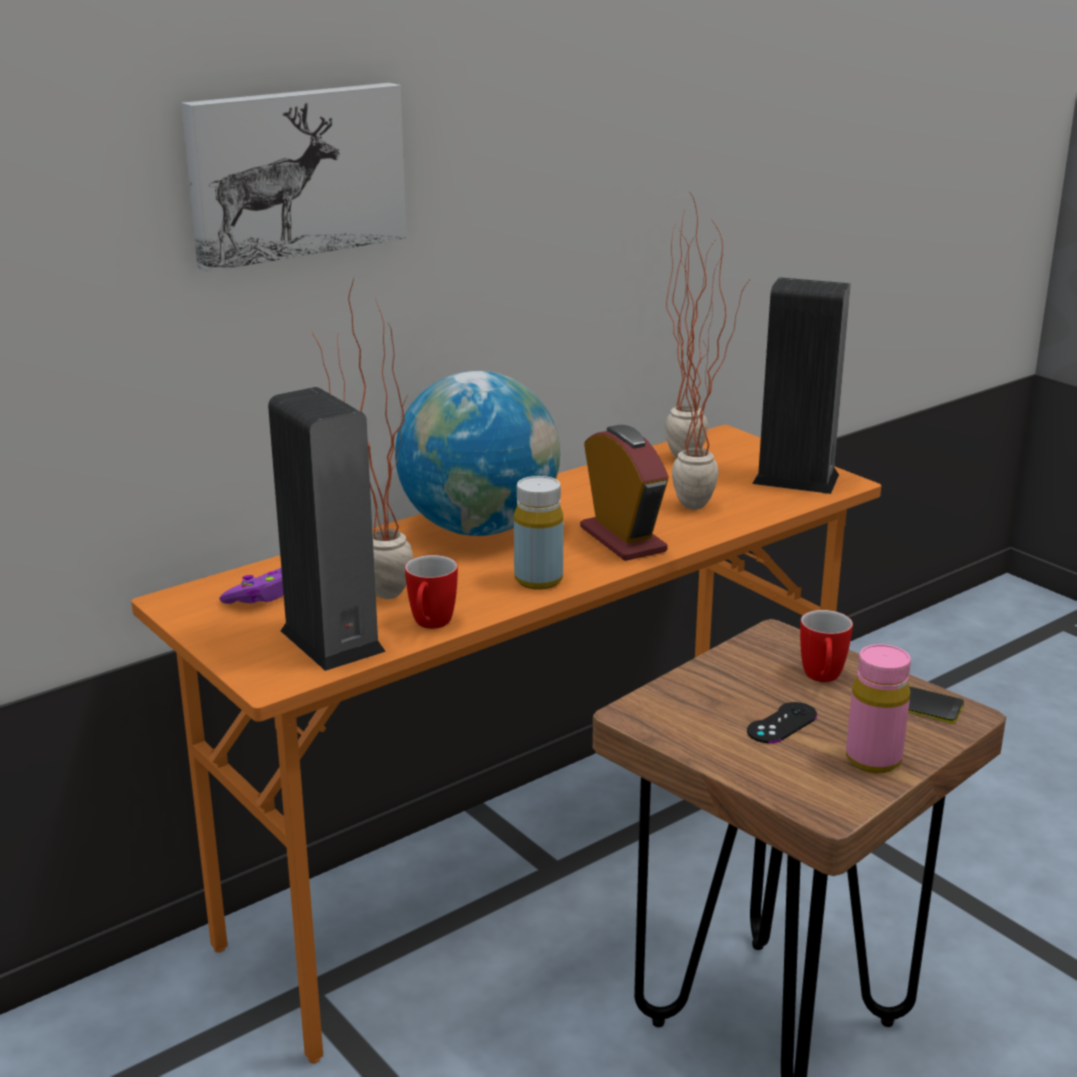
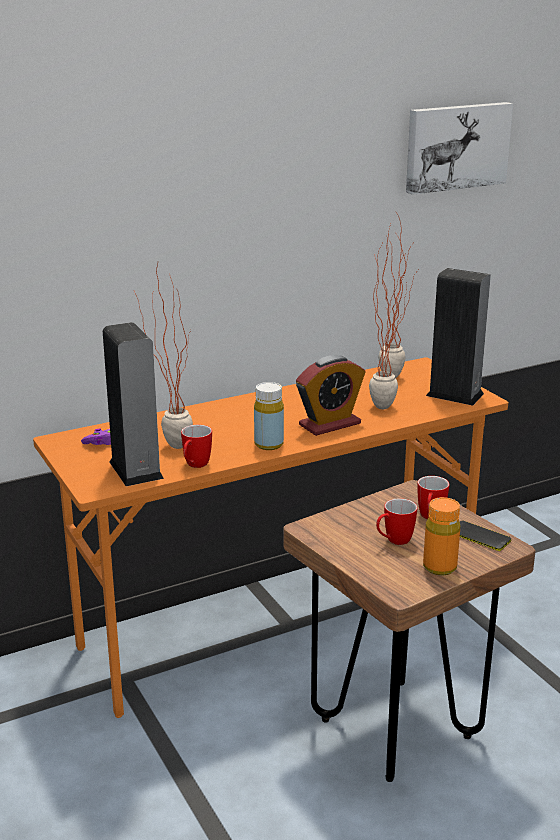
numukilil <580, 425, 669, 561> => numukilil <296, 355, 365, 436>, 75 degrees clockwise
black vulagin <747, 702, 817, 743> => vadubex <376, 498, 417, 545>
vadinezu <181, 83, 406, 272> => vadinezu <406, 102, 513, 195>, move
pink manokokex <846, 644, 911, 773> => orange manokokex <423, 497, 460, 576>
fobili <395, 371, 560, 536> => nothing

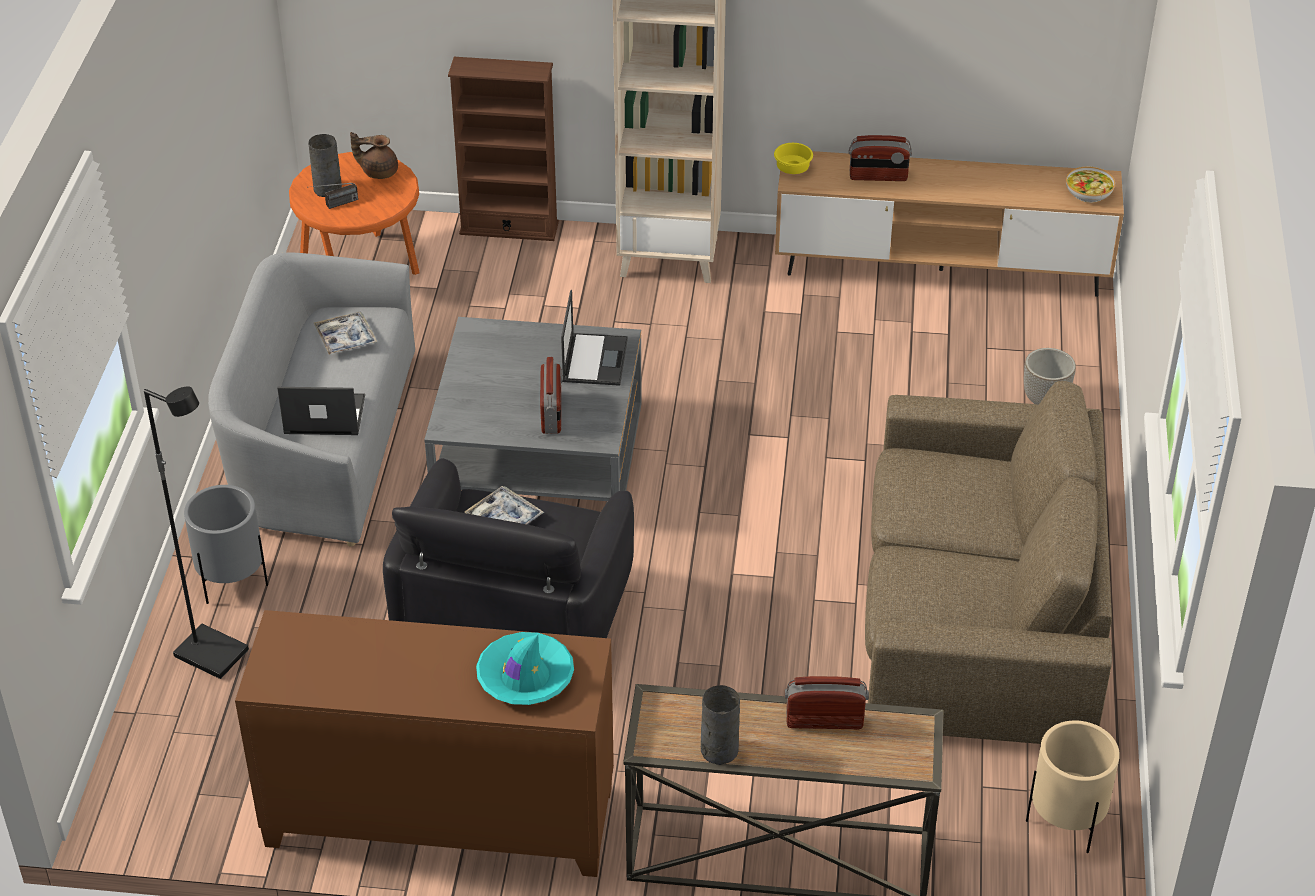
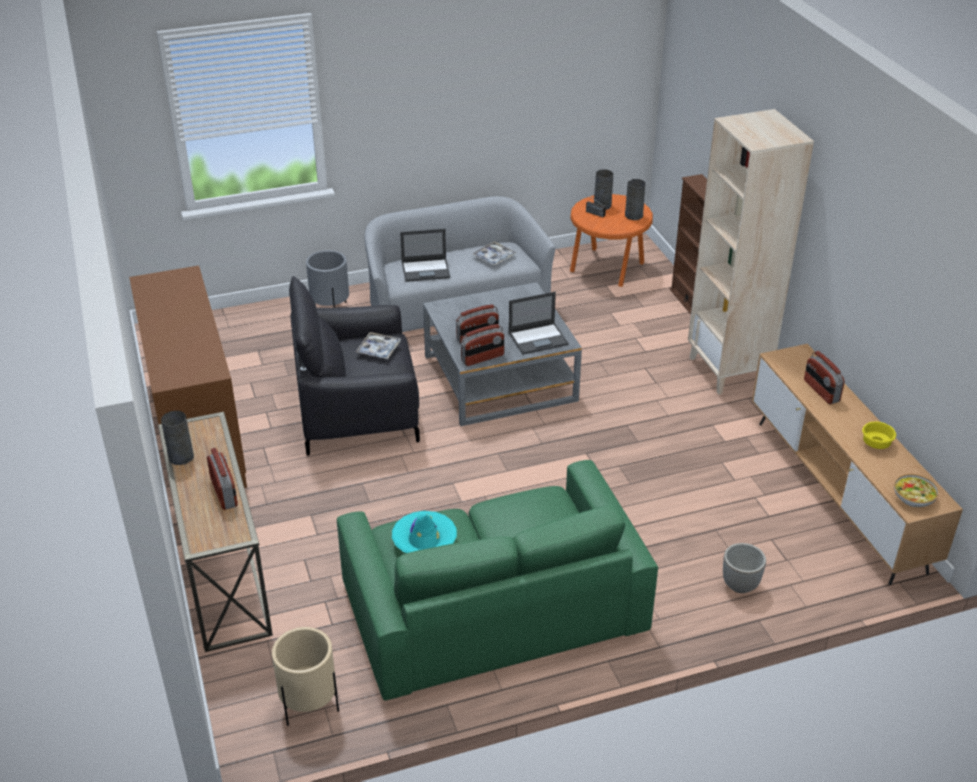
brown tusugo <865, 381, 1112, 744> => green tusugo <337, 460, 658, 701>
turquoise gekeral <476, 632, 574, 705> => turquoise gekeral <392, 511, 457, 553>, move
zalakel <277, 387, 365, 435> => zalakel <400, 229, 450, 282>, 105 degrees clockwise
nothing => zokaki <461, 324, 505, 366>
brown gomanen <350, 132, 398, 179> => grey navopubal <625, 179, 645, 220>
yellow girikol <774, 143, 813, 174> => yellow girikol <862, 422, 896, 449>, move
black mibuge <144, 386, 249, 679> => nothing

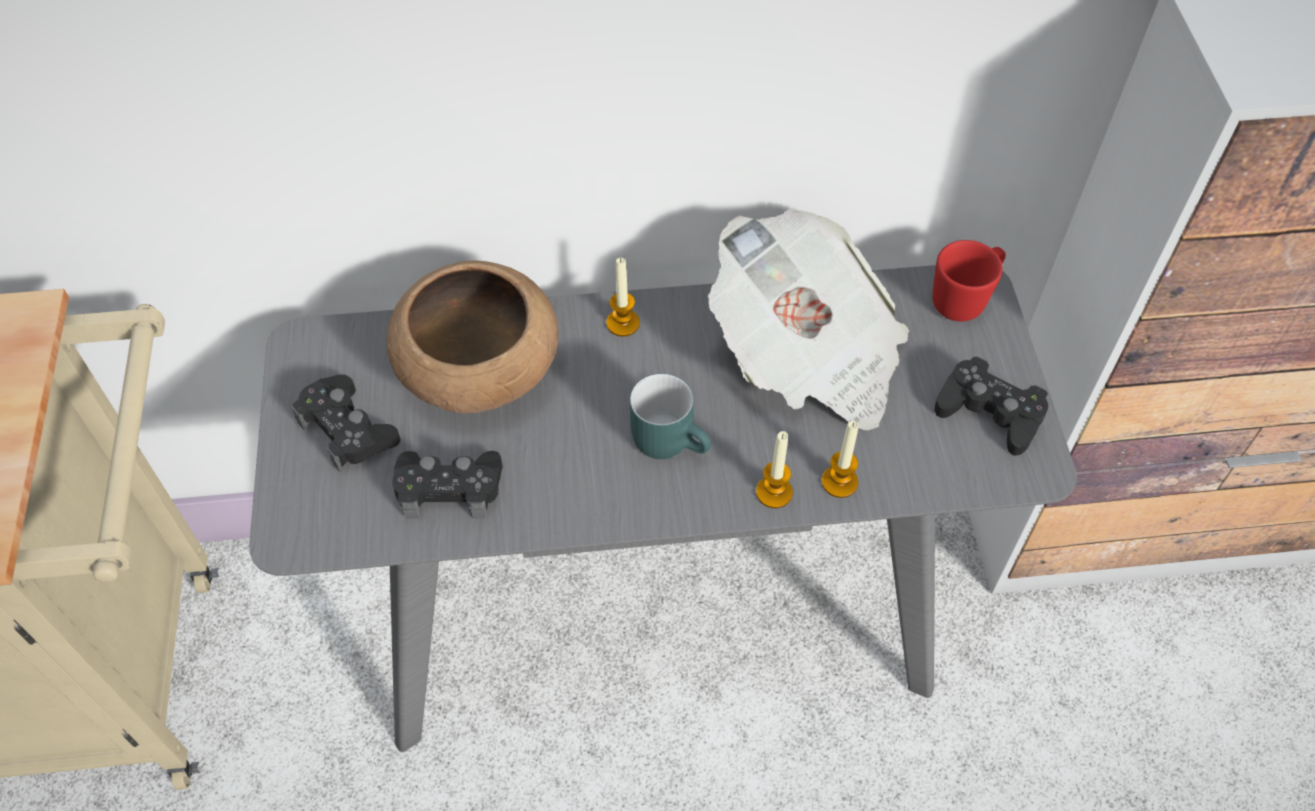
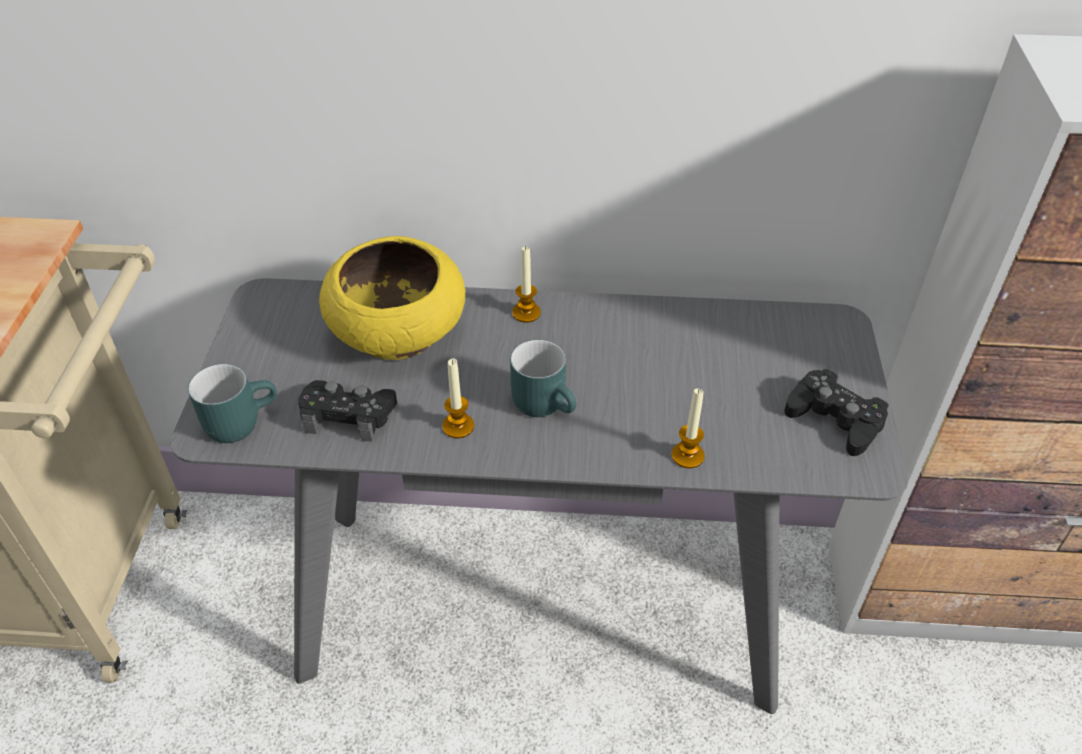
nothing => turquoise vadubex <188, 364, 277, 443>
brown girikol <387, 260, 559, 413> => yellow girikol <319, 236, 465, 360>
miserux <756, 431, 793, 508> => miserux <442, 358, 474, 438>, move
black vulagin <292, 375, 400, 472> => nothing
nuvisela <708, 210, 909, 431> => nothing
red vadubex <932, 240, 1006, 322> => nothing

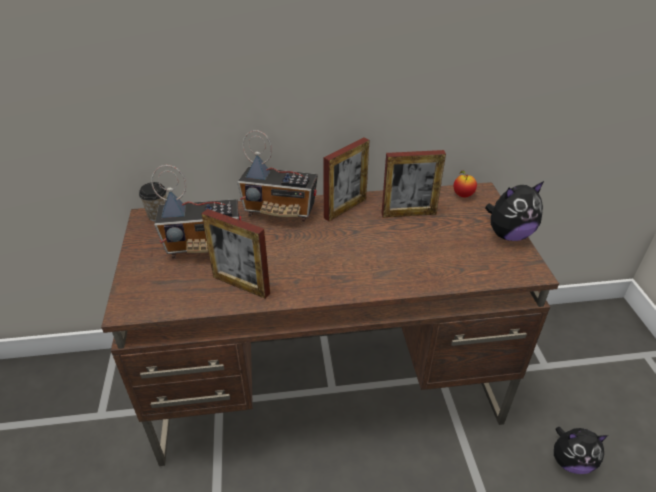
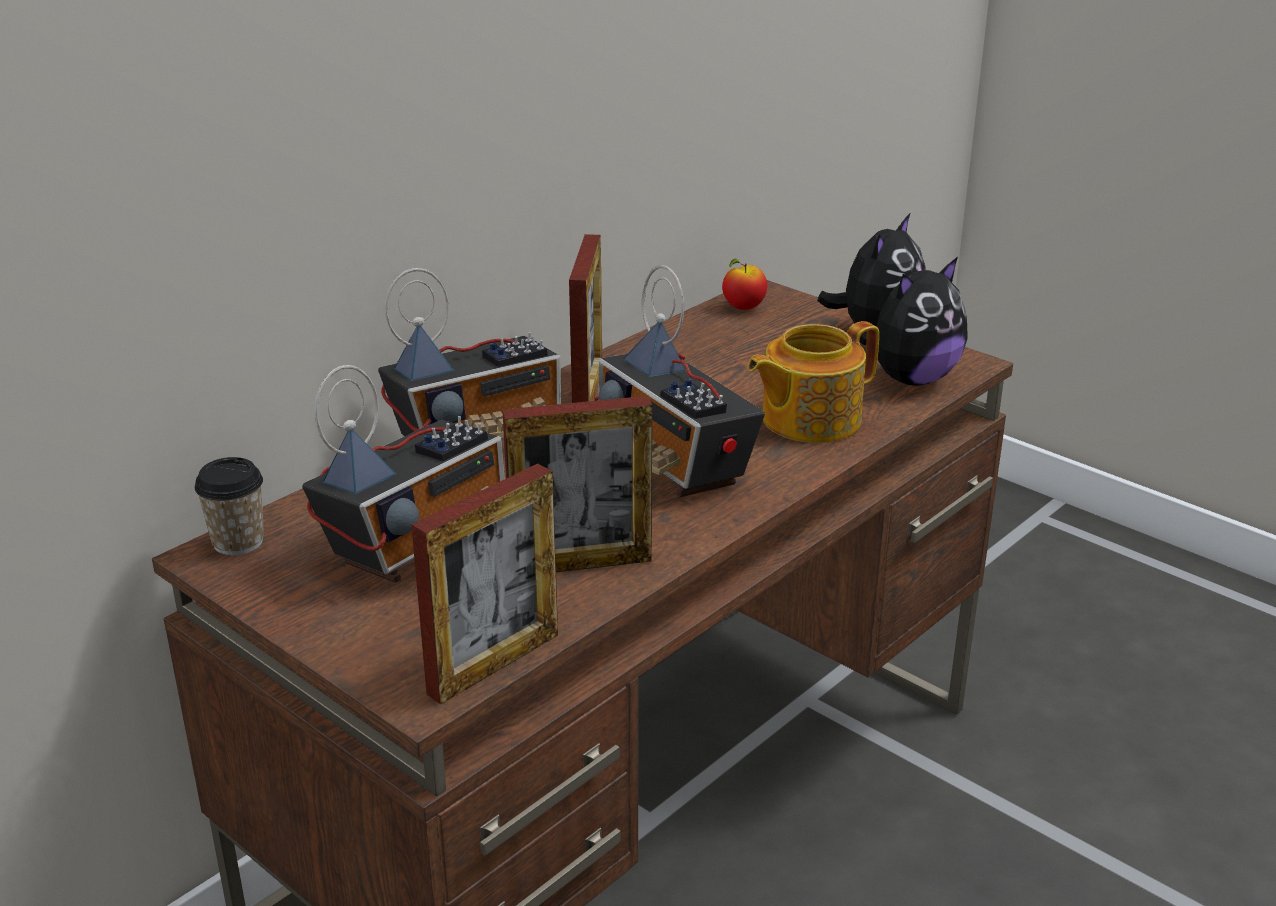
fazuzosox <382, 150, 446, 218> => fazuzosox <411, 464, 558, 704>, move
nothing => zokaki <594, 265, 765, 497>
nothing => gomanen <747, 321, 879, 443>
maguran <554, 427, 608, 474> => maguran <859, 257, 968, 386>, move

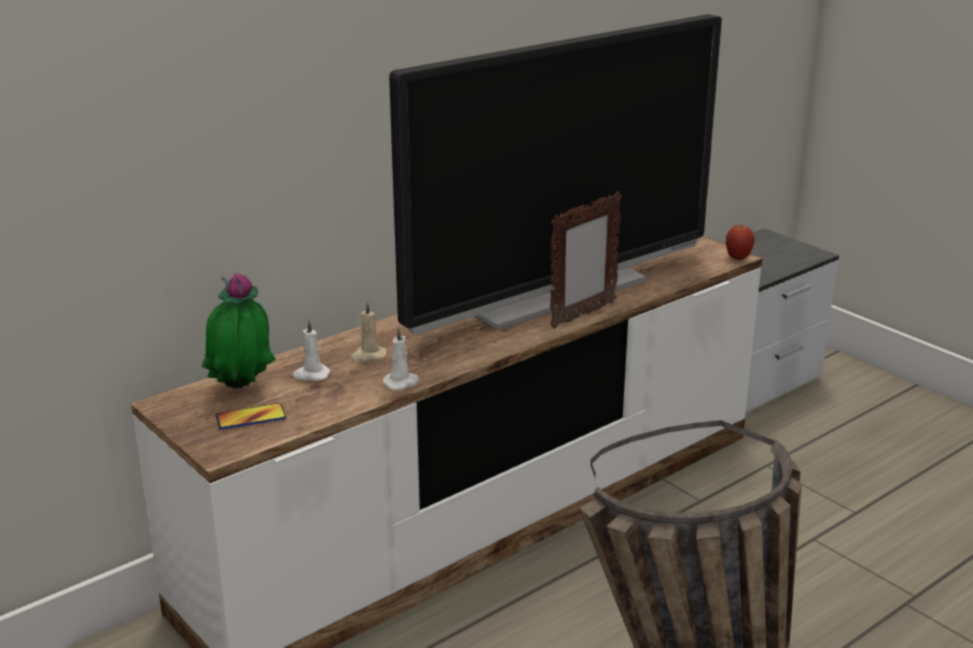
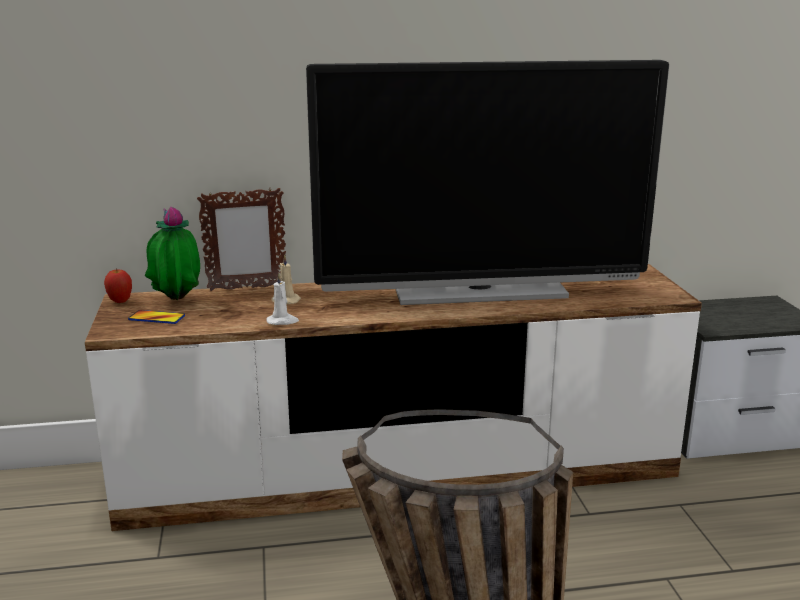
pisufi <726, 225, 755, 260> => pisufi <104, 268, 132, 303>, move
fazuzosox <550, 191, 622, 329> => fazuzosox <197, 188, 286, 291>, move
white miserux <292, 320, 330, 381> => nothing

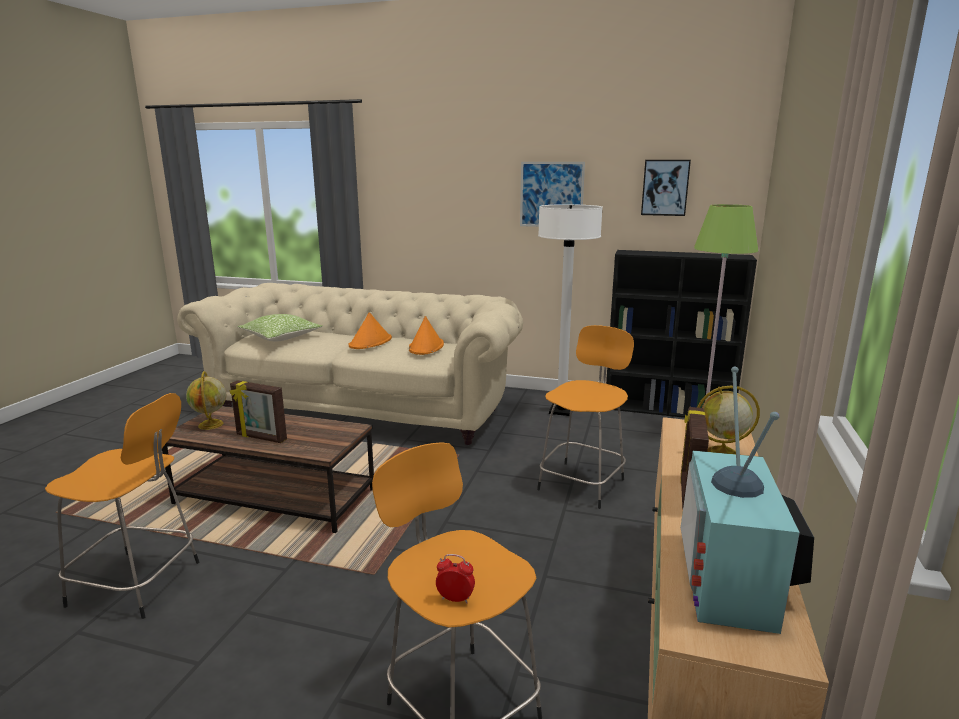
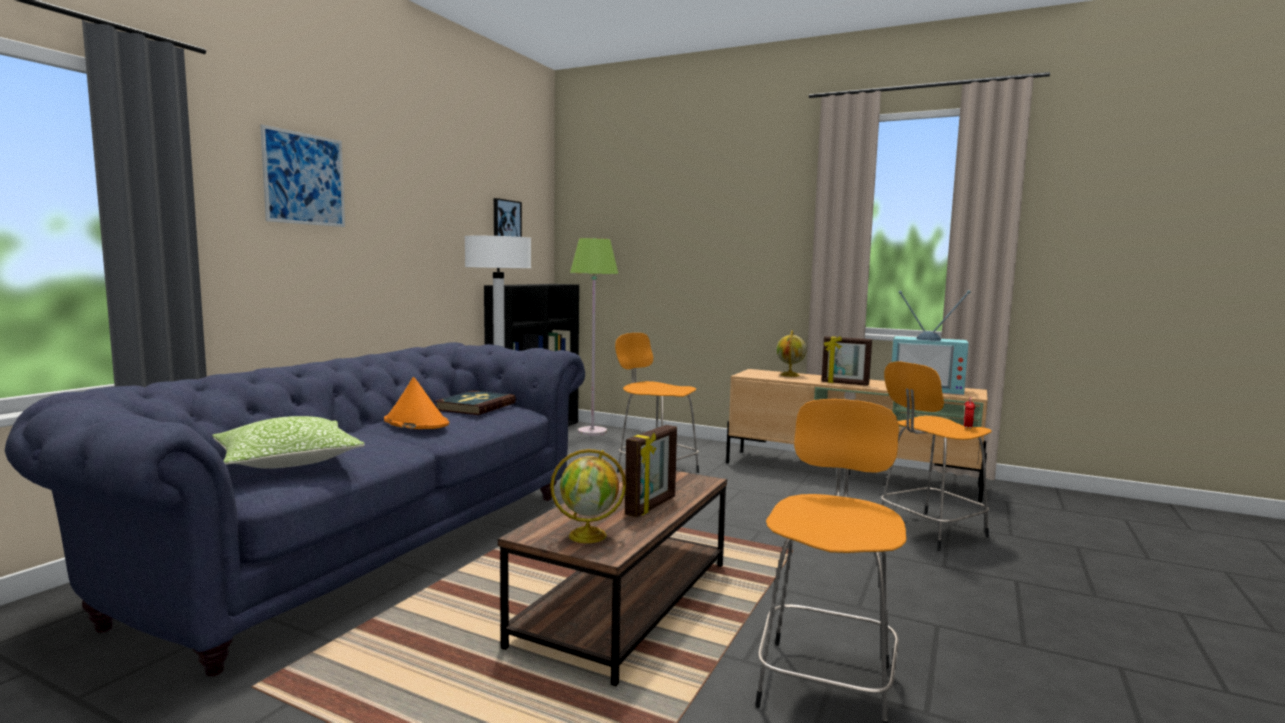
beige tusugo <177, 283, 523, 445> => blue tusugo <5, 342, 585, 676>
vadinezu <520, 162, 585, 227> => vadinezu <260, 124, 345, 227>, move
orange gekeral <409, 316, 444, 355> => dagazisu <434, 390, 516, 415>

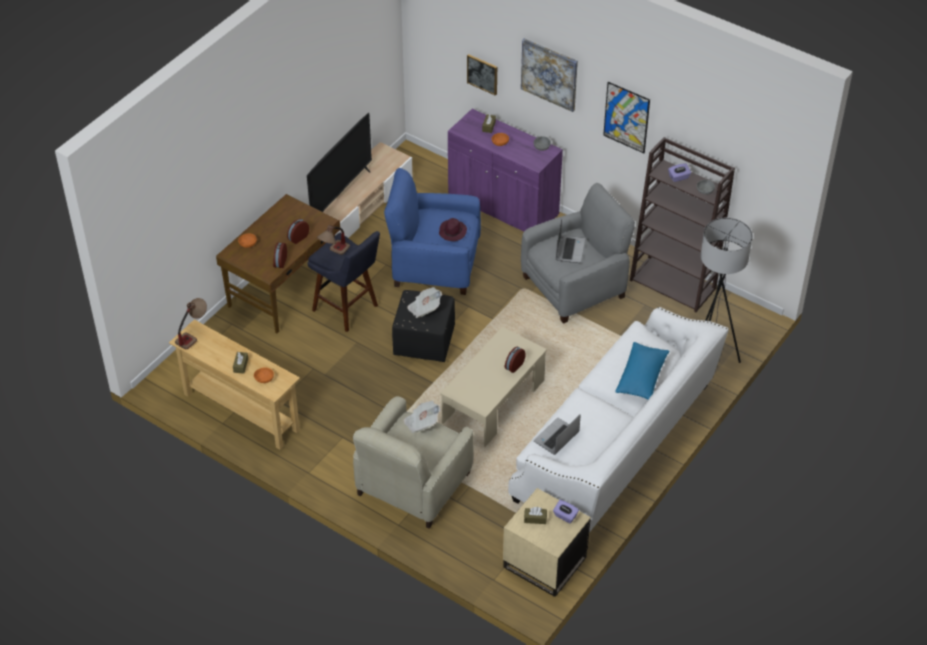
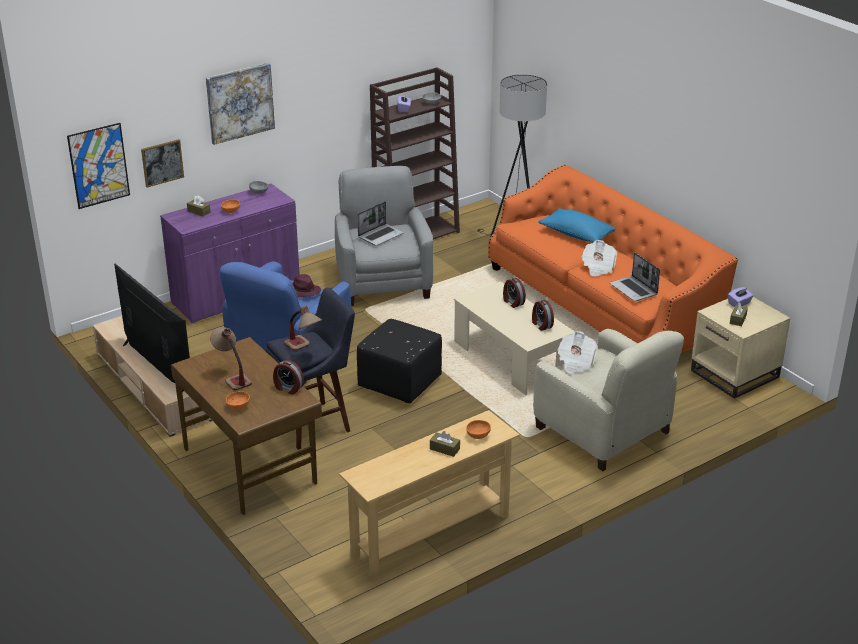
vadinezu <603, 82, 650, 153> => vadinezu <67, 123, 130, 209>, move
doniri <175, 298, 207, 349> => doniri <210, 327, 252, 390>, move
zalakel <556, 219, 585, 263> => zalakel <357, 201, 404, 246>, 105 degrees clockwise
white tusugo <508, 307, 729, 533> => orange tusugo <488, 165, 738, 353>
numukilil <287, 219, 309, 244> => numukilil <532, 300, 554, 331>, move
nuvisela <407, 287, 442, 318> => nuvisela <581, 240, 617, 276>, move

